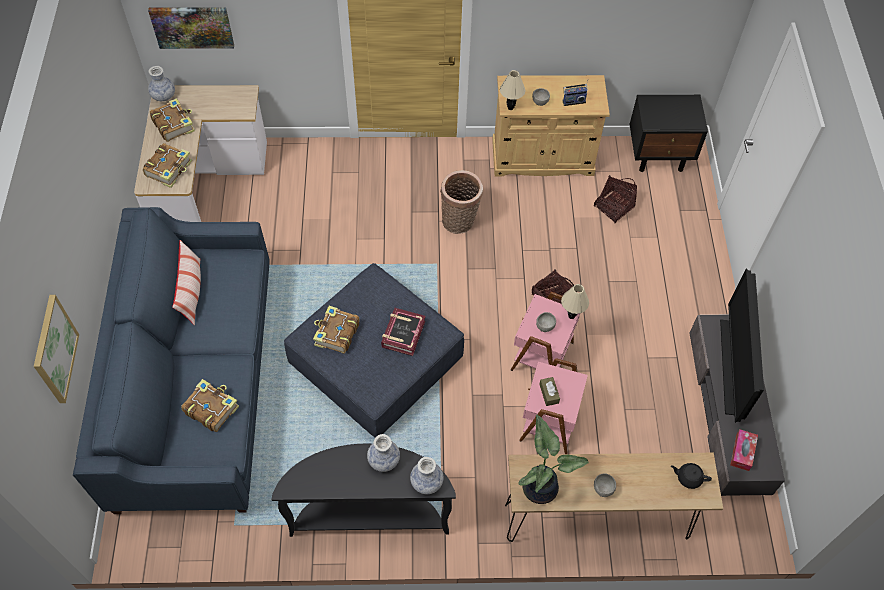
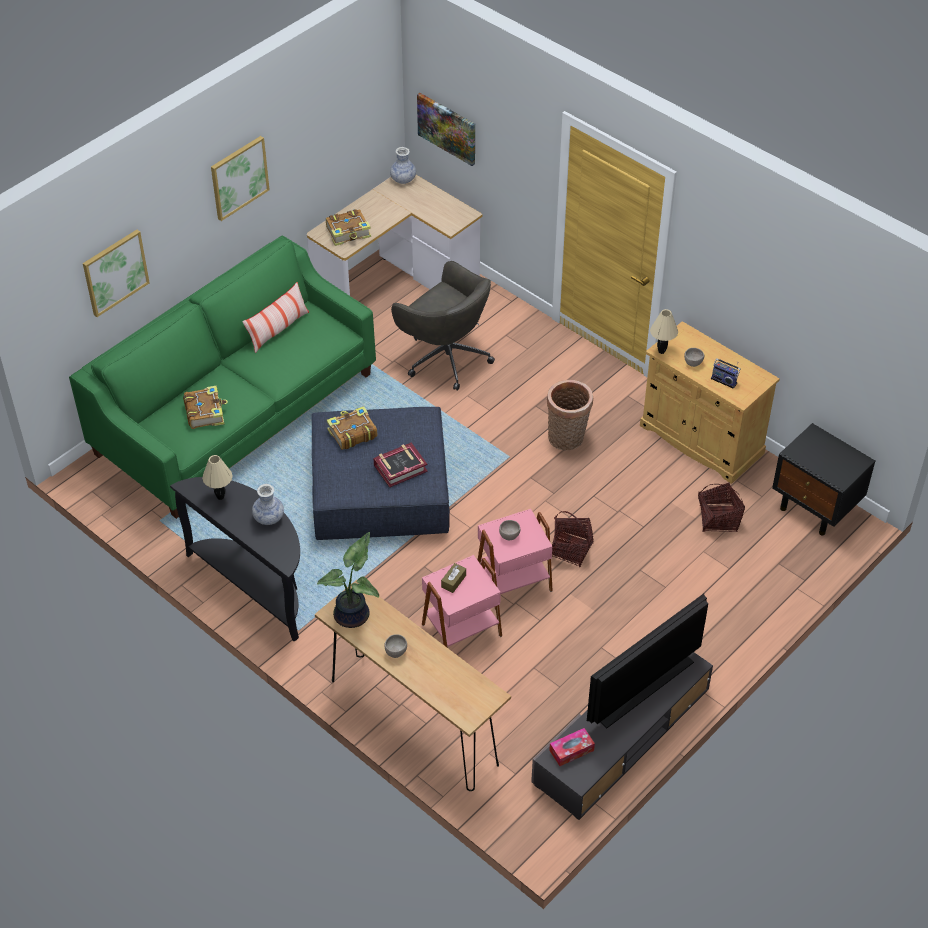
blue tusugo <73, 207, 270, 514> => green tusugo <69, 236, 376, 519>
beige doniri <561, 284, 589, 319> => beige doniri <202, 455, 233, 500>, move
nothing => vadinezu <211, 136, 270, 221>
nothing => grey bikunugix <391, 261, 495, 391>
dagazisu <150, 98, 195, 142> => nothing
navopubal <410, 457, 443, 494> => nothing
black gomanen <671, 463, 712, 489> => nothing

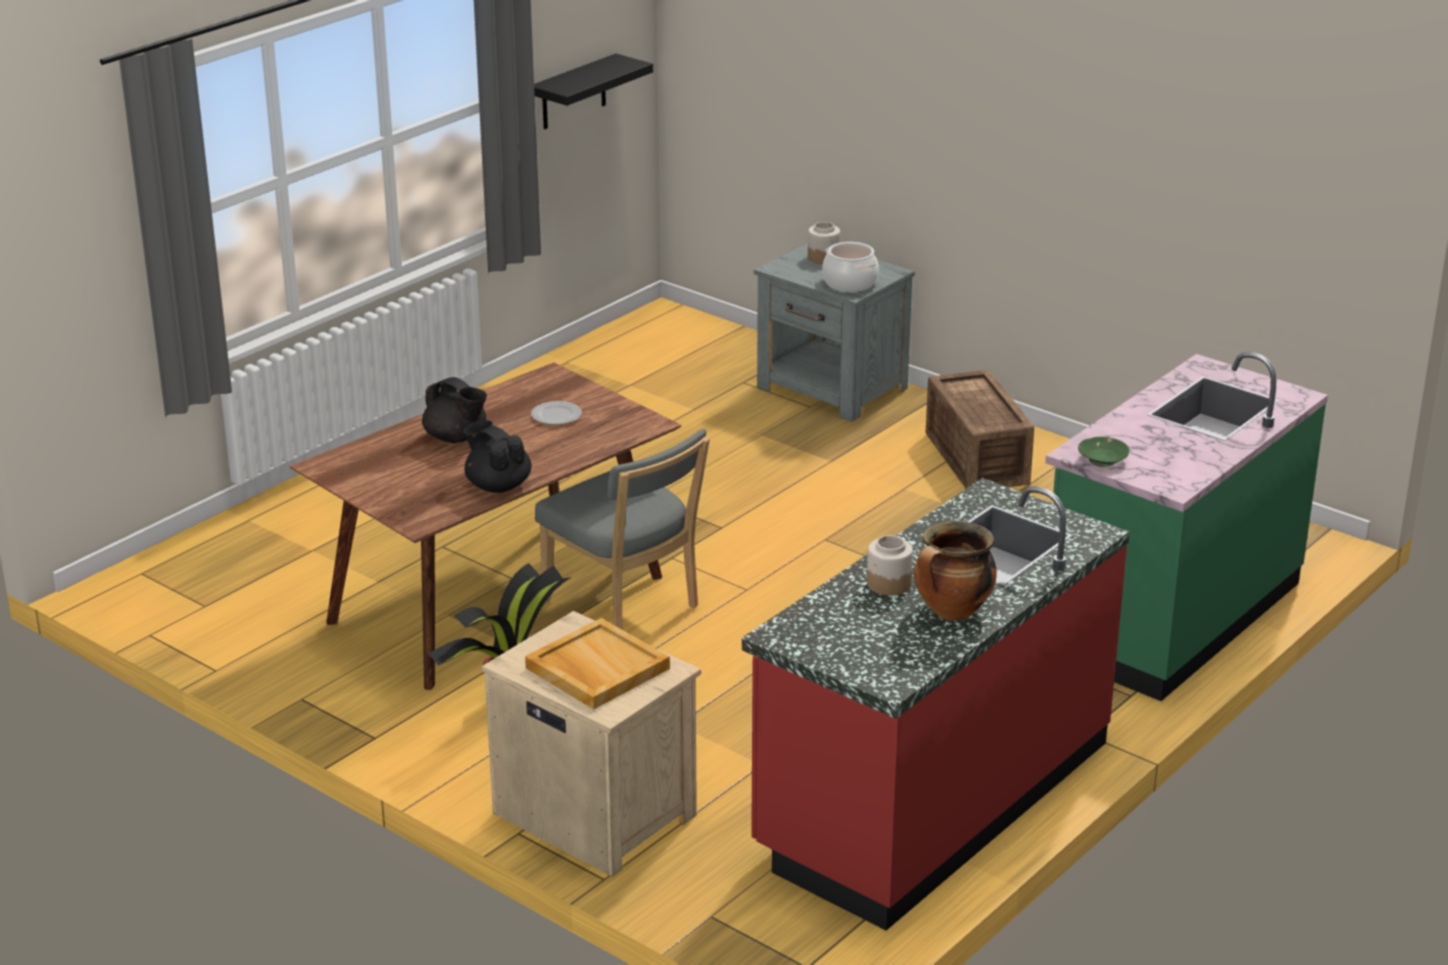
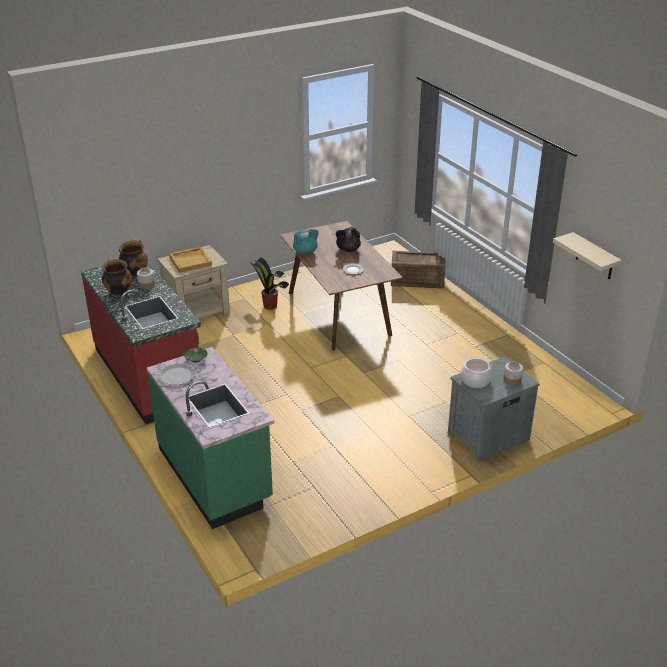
nothing => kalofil <119, 239, 148, 277>
nothing => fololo <158, 364, 195, 385>
black gomanen <463, 420, 532, 493> => turquoise gomanen <293, 229, 319, 254>
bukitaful <926, 370, 1034, 489> => bukitaful <391, 251, 446, 289>, move
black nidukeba <534, 53, 653, 129> => beige nidukeba <553, 232, 622, 279>
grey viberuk <535, 429, 710, 630> => nothing

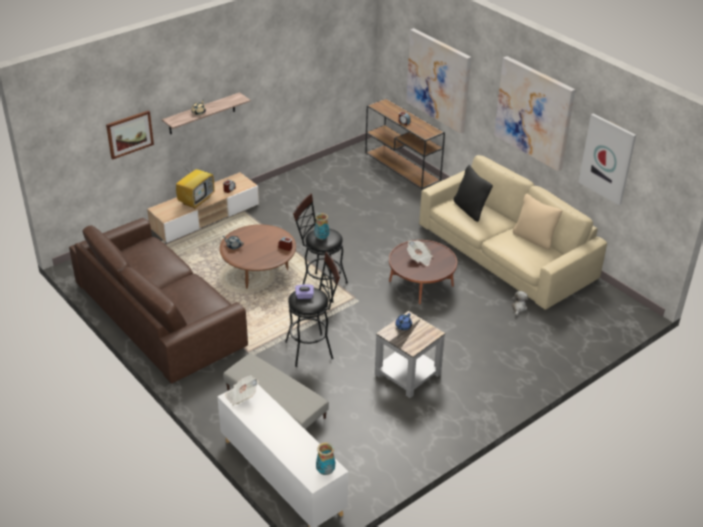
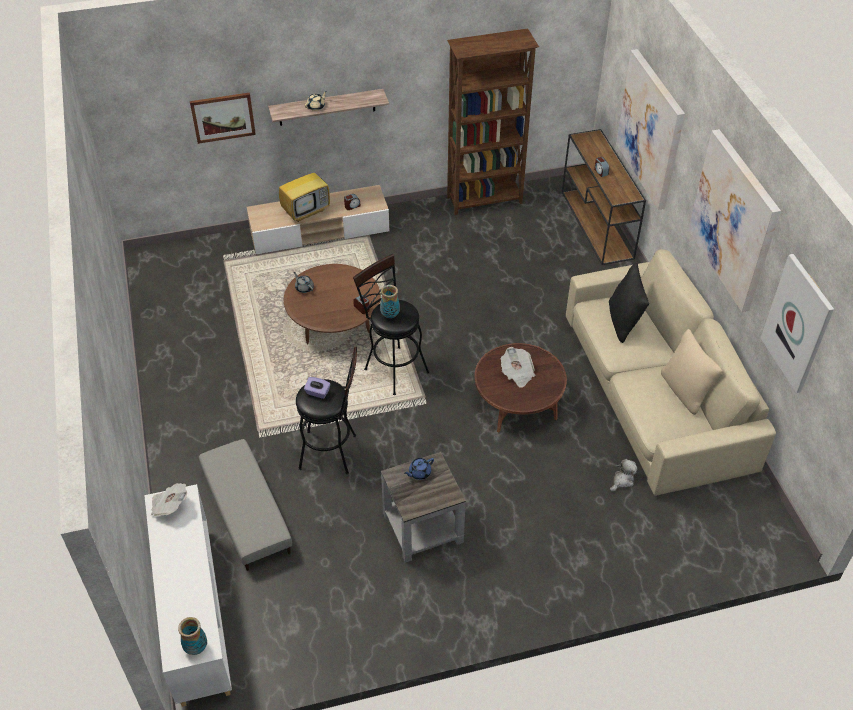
nothing => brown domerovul <447, 29, 539, 215>
brown tusugo <69, 218, 248, 384> => nothing

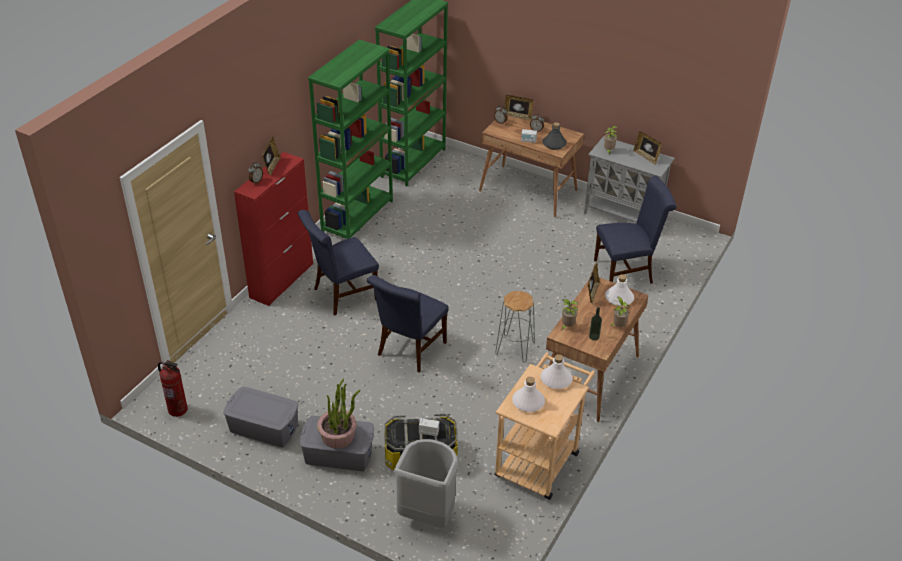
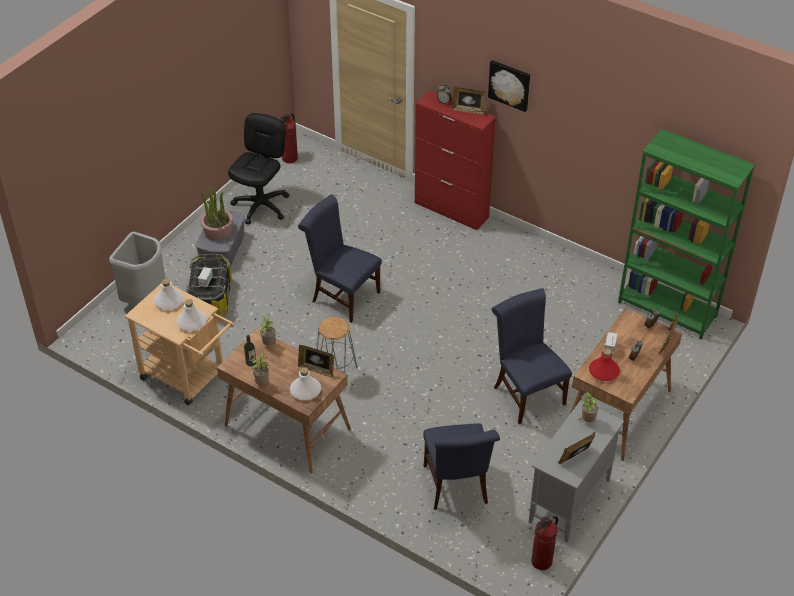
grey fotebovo <223, 387, 298, 447> => black bikunugix <228, 113, 289, 224>
nothing => vadinezu <488, 60, 530, 112>
blue viberuk <298, 210, 379, 315> => blue viberuk <492, 288, 572, 424>, move
nothing => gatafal <531, 516, 558, 570>
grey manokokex <542, 122, 567, 150> => red manokokex <589, 348, 620, 381>
green domerovul <308, 40, 393, 239> => nothing

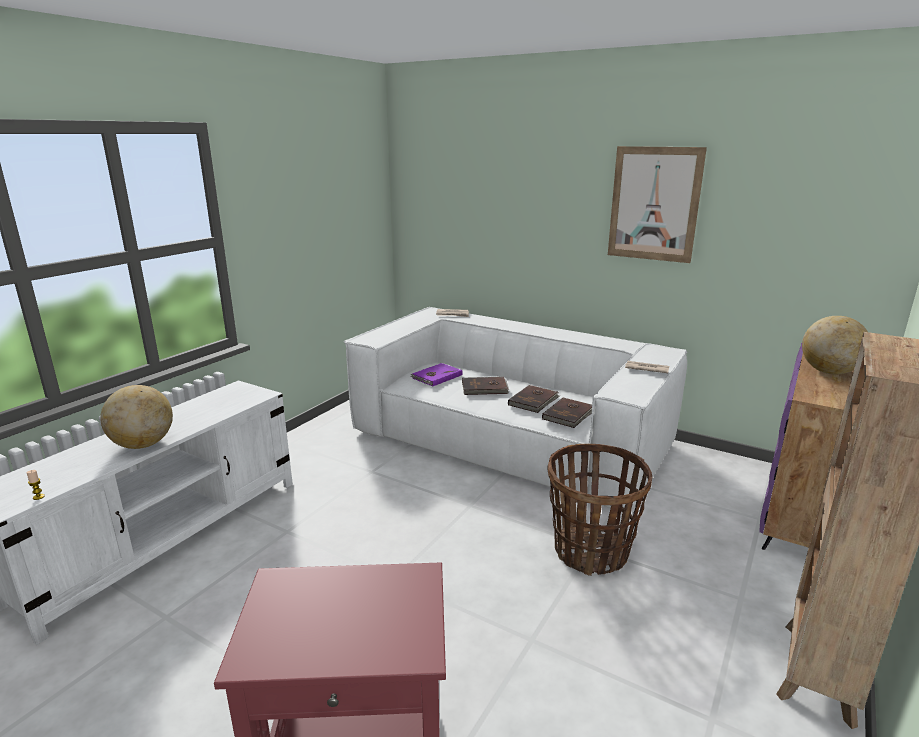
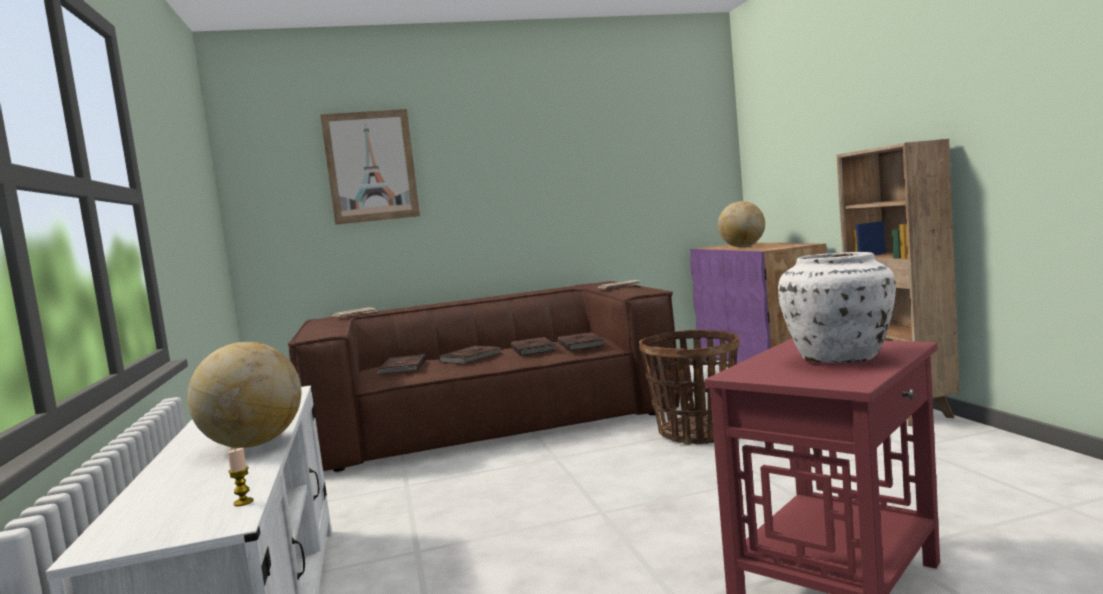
white tusugo <344, 307, 687, 509> => brown tusugo <288, 281, 680, 472>
vadinezu <608, 146, 707, 263> => vadinezu <320, 109, 420, 225>, move
purple dagazisu <410, 363, 463, 386> => brown dagazisu <377, 354, 426, 375>
nothing => white navopubal <778, 252, 896, 363>

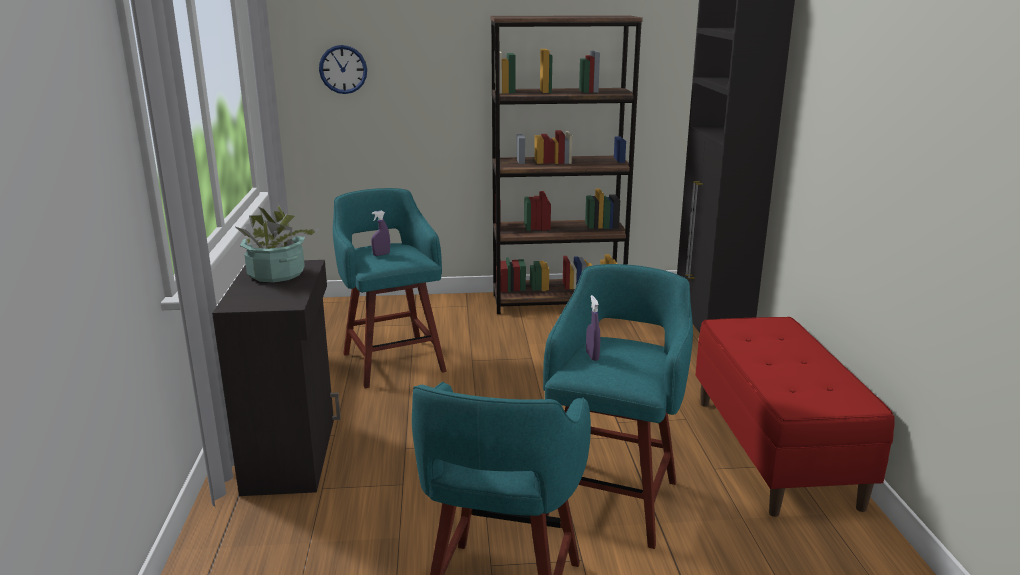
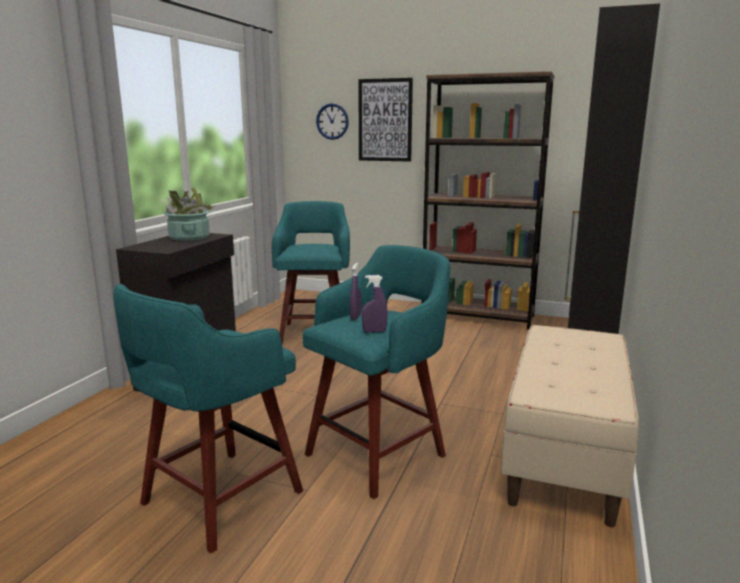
nothing => vadinezu <358, 78, 413, 162>
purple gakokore <371, 211, 390, 256> => purple gakokore <362, 275, 388, 333>, move
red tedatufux <695, 317, 895, 517> => beige tedatufux <501, 325, 639, 527>

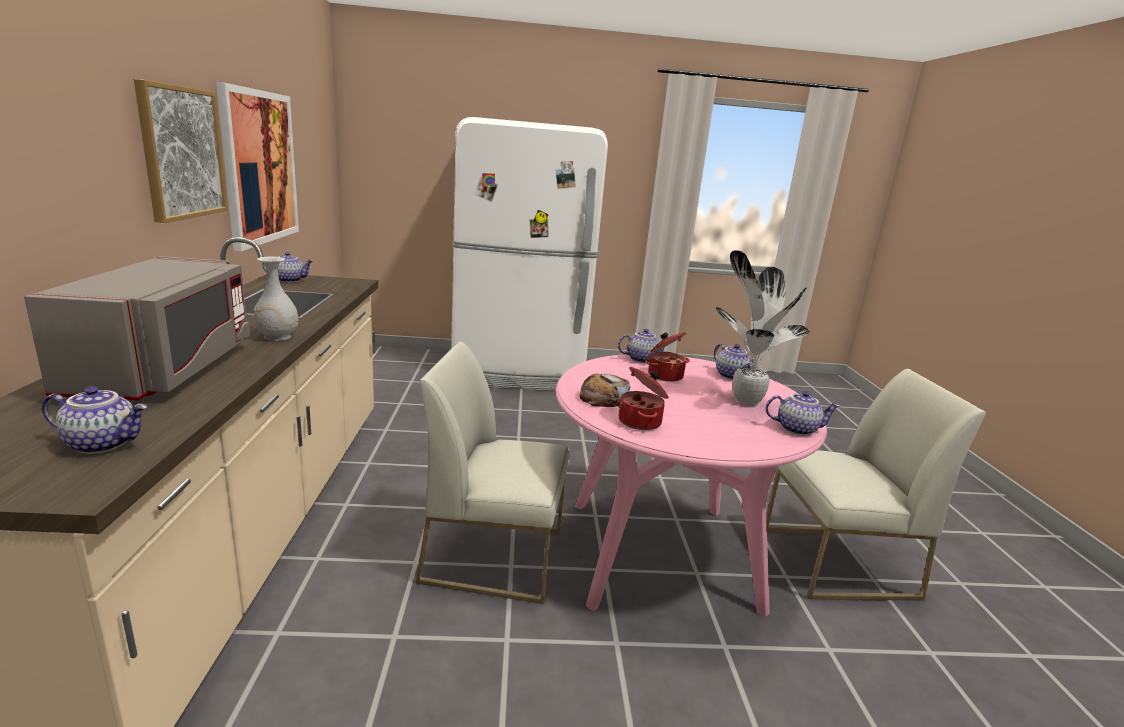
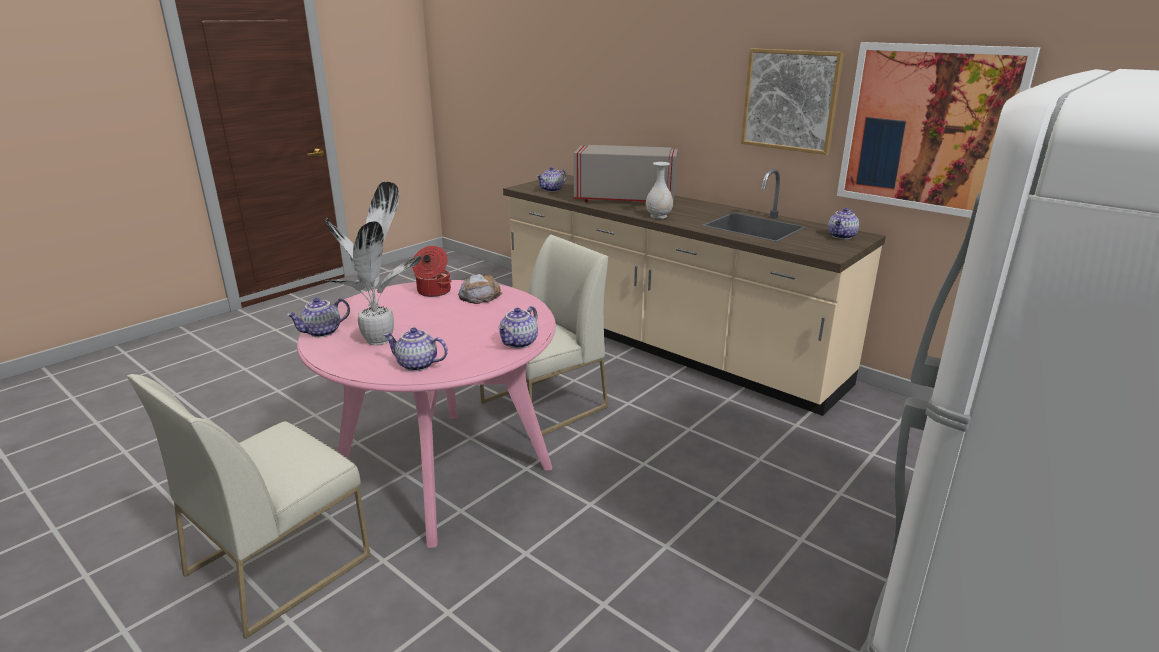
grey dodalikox <24, 256, 250, 400> => grey dodalikox <574, 145, 678, 202>, 150 degrees clockwise
kalofil <645, 332, 690, 382> => nothing

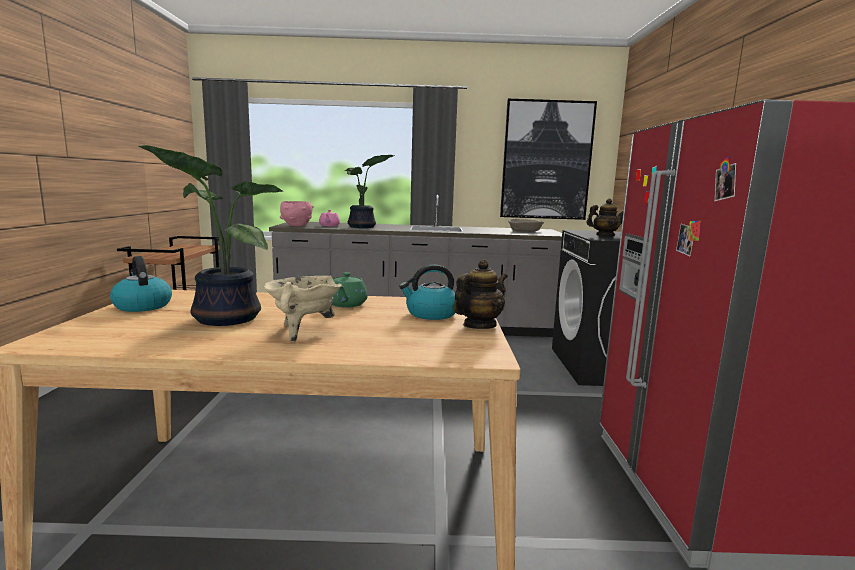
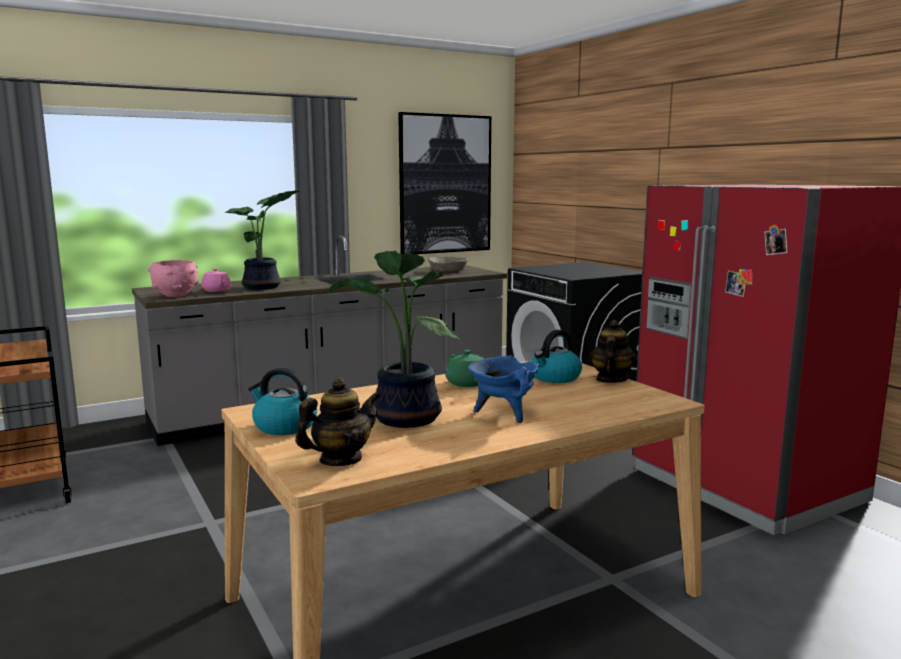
gomanen <587, 199, 623, 236> => gomanen <295, 378, 381, 466>, move
beige kalofil <264, 276, 342, 342> => blue kalofil <468, 355, 540, 423>

